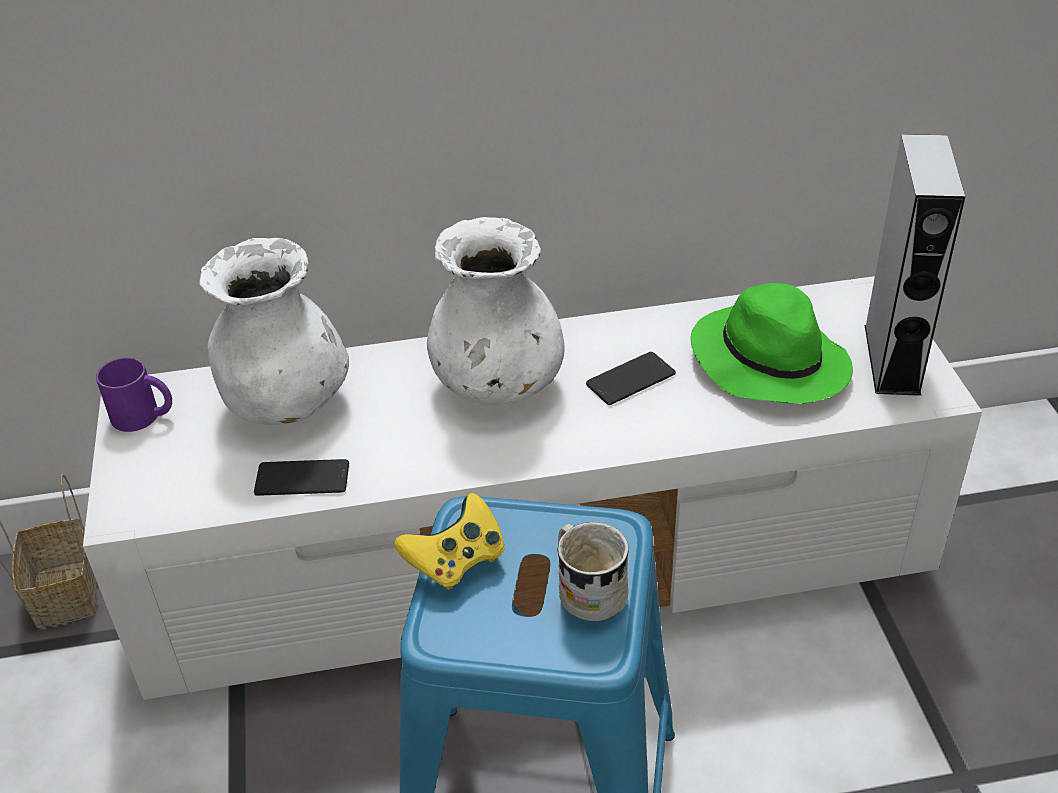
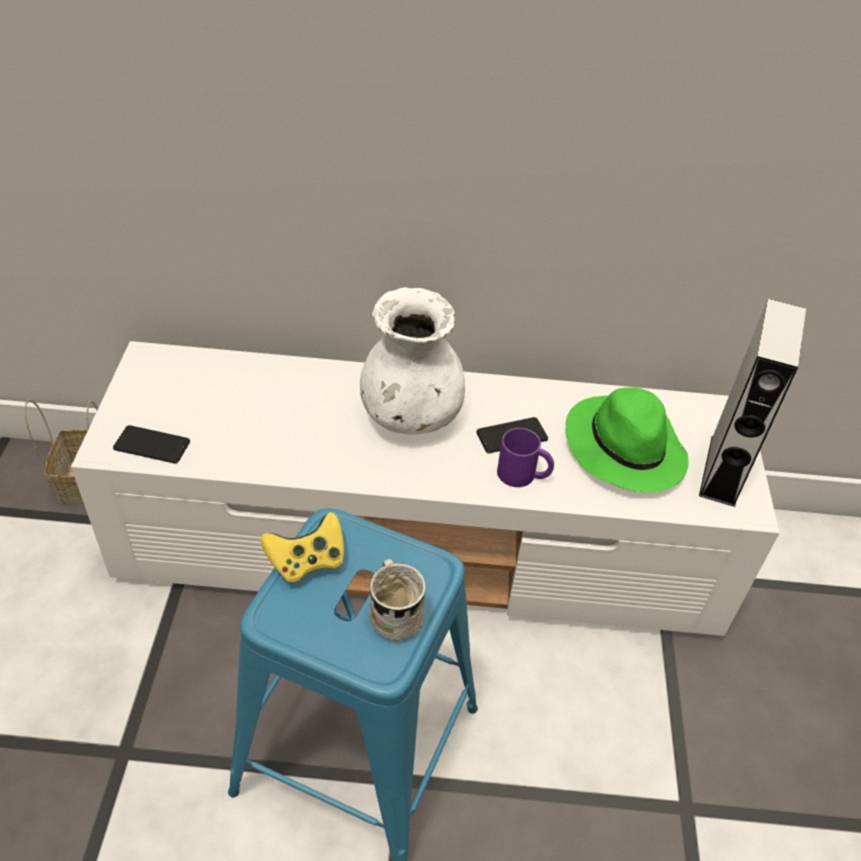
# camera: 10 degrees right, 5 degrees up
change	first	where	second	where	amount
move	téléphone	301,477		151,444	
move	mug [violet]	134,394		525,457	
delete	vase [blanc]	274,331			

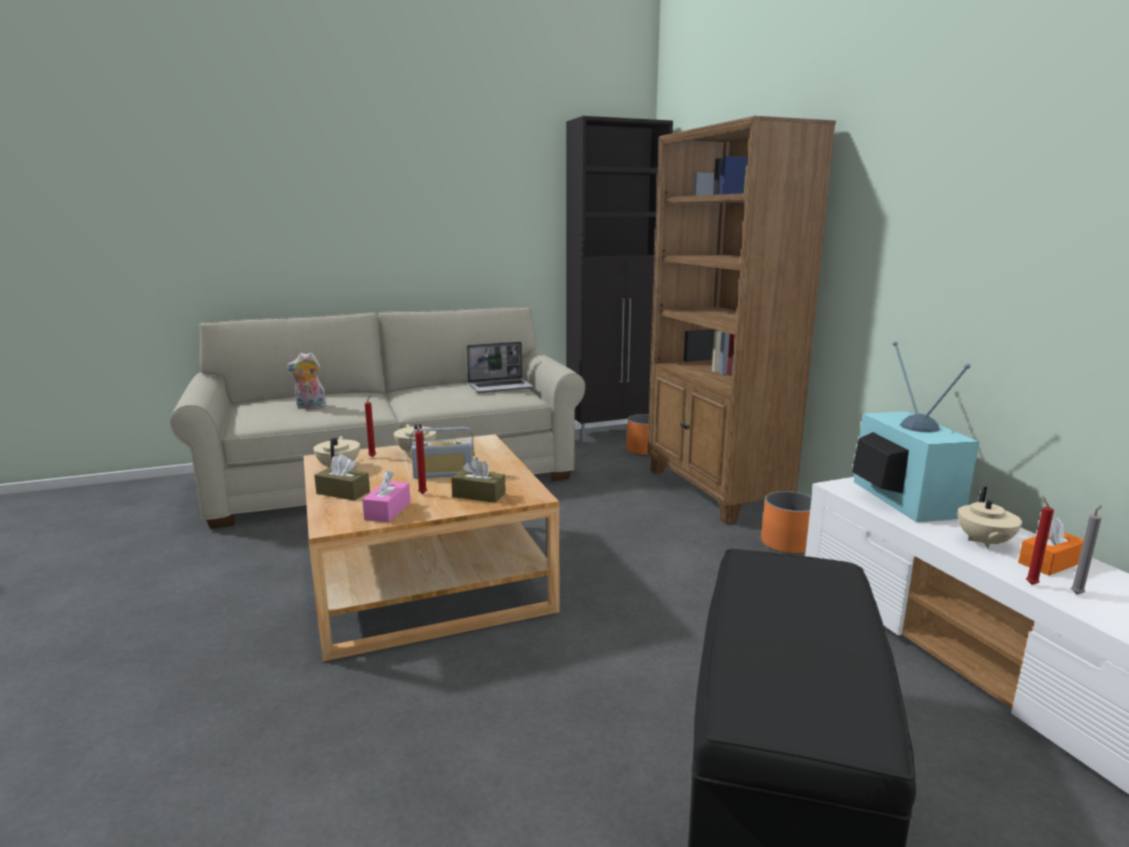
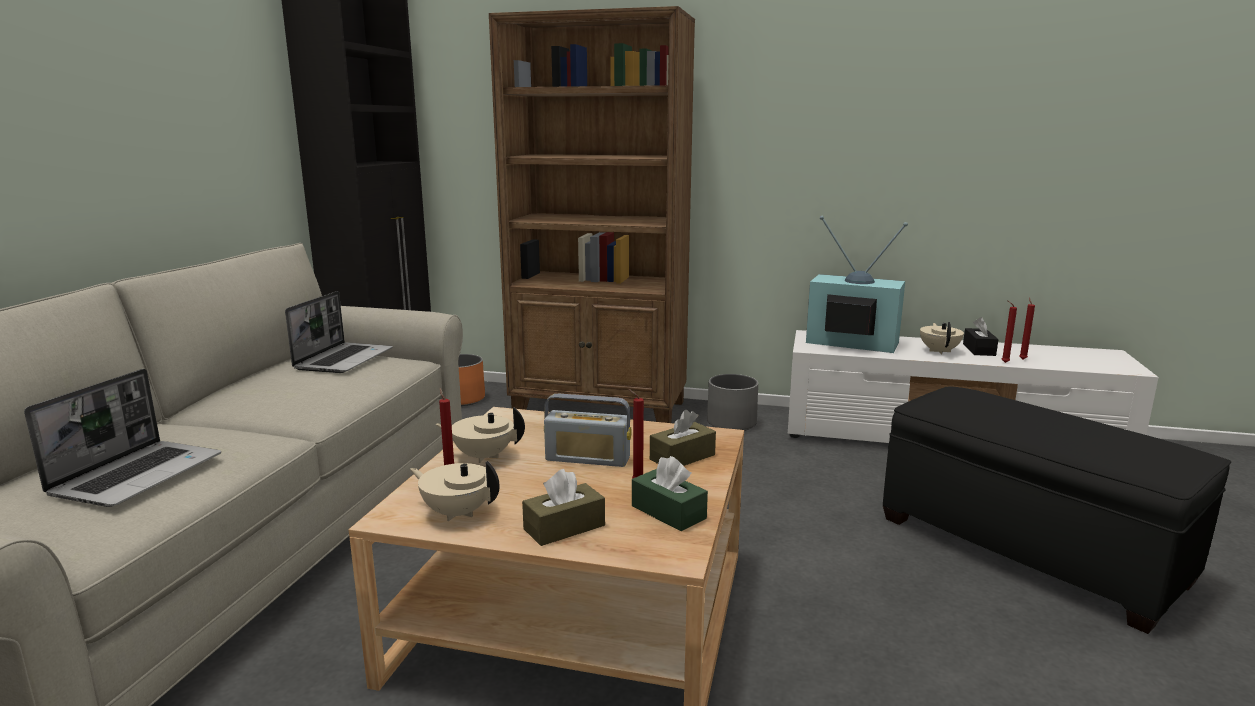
# camera: 55 degrees left, 0 degrees up
change	first	where	second	where	amount
replace	peluche	307,380	ordinateur portable	122,438	
rotate	radio	442,453		588,430	75 degrees clockwise
recolor	boîte à mouchoirs [rose]	386,496	boîte à mouchoirs [vert]	670,493	
recolor	cache-pot [orange]	786,523	cache-pot [gris]	732,402	
rotate	théière [beige]	990,518		942,338	135 degrees counterclockwise
recolor	boîte à mouchoirs [orange]	1051,547	boîte à mouchoirs [noir]	981,336	
recolor	bougie [gris]	1086,549	bougie [rouge]	1027,328	

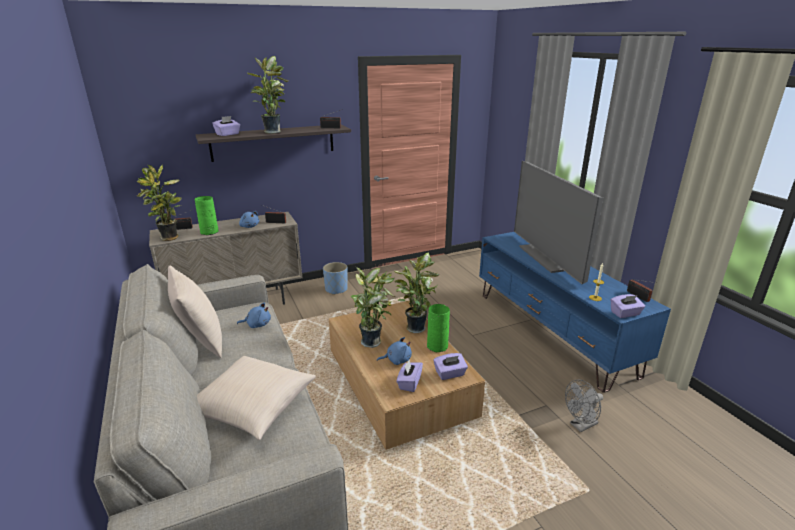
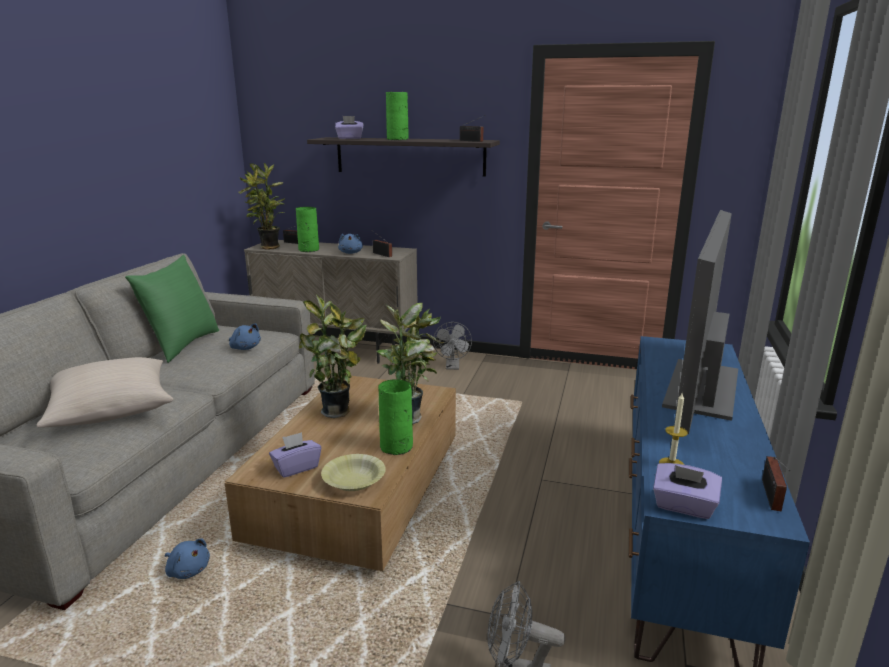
# camera: 40 degrees right, 5 degrees down
change	first	where	second	where	amount
recolor	coussin [beige]	195,311	coussin [vert]	172,309	
move	peluche [bleu]	394,351		187,559	
replace	boîte à mouchoirs [violet]	450,366	bol [jaune]	353,472	
replace	plante en pot	267,95	vase [vert]	397,116	
replace	cache-pot [bleu]	335,278	ventilateur [gris]	452,346	

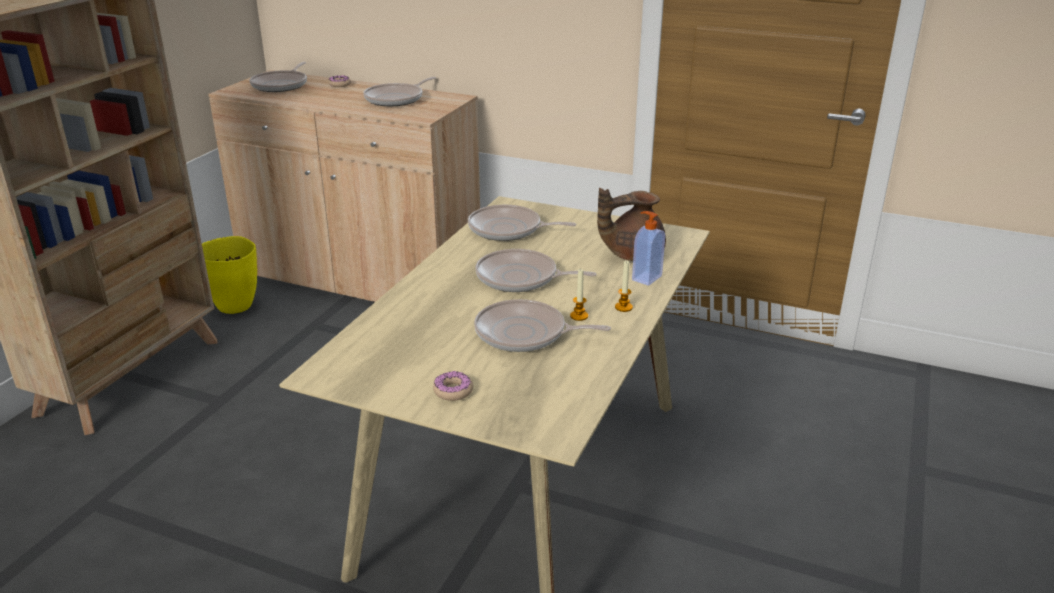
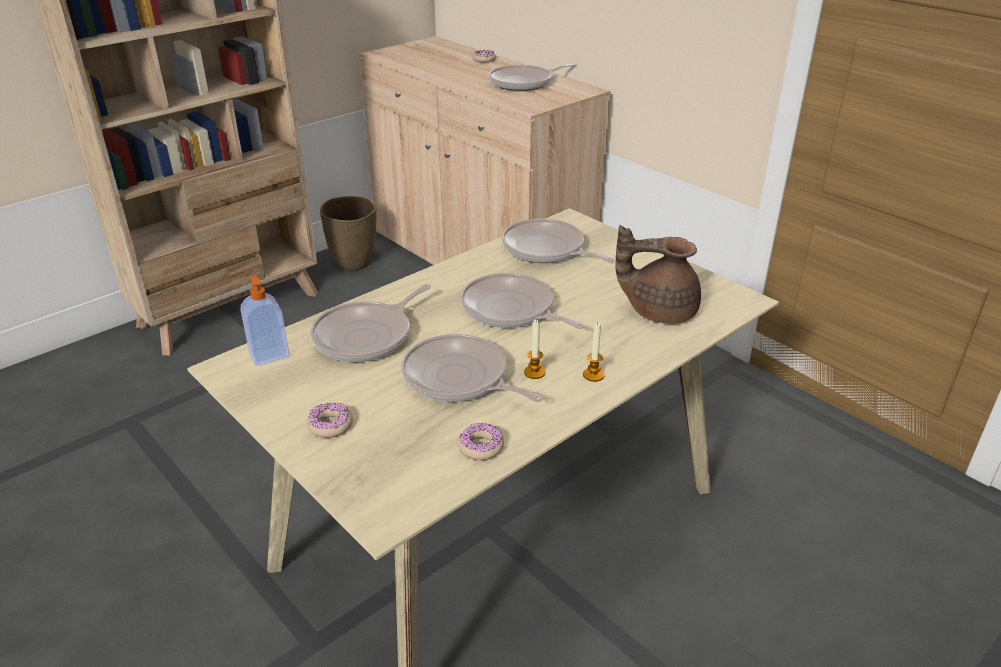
# camera: 25 degrees right, 5 degrees up
change	first	where	second	where	amount
move	distributeur de savon	648,248		264,320	
move	poêle	278,77		371,323	
recolor	vase [jaune]	229,275	vase [marron]	348,233	
insert			beignet	480,441	

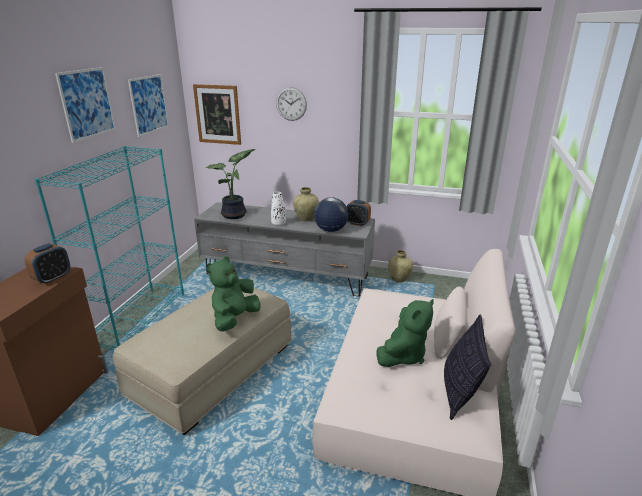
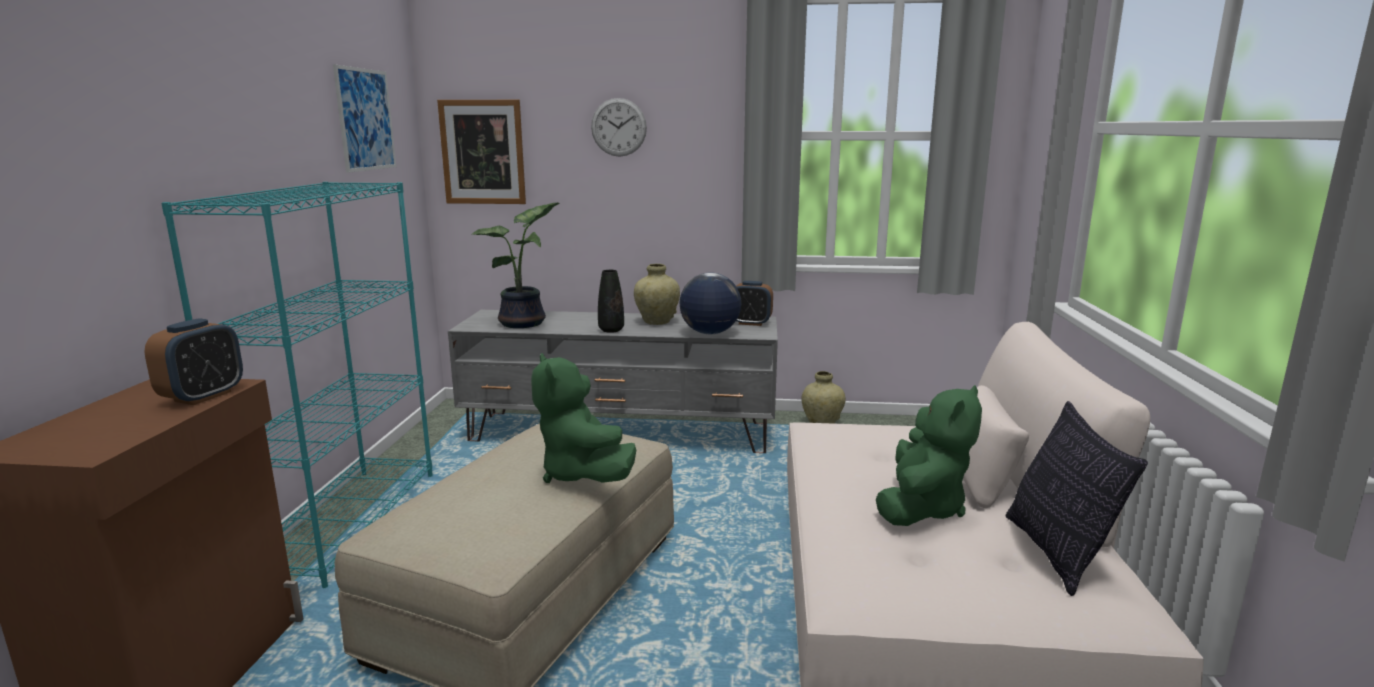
# camera: 10 degrees left, 10 degrees down
change	first	where	second	where	amount
rotate	peluche [vert]	233,294		583,418	45 degrees counterclockwise
recolor	vase [blanc]	278,209	vase [noir]	611,301	
delete	tableau	85,105			

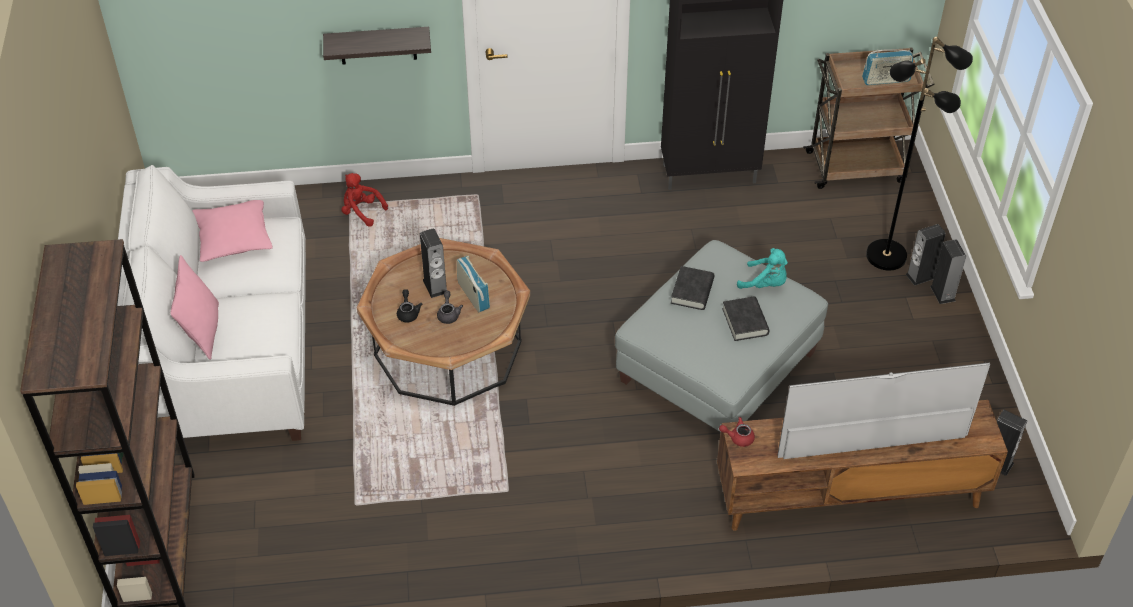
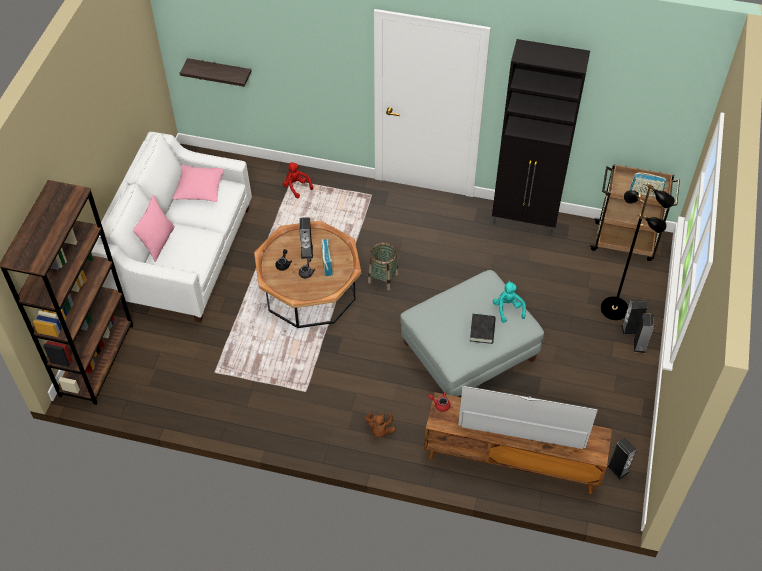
# camera: 20 degrees right, 5 degrees up
change	first	where	second	where	amount
move	étagère	377,46		215,72	
insert			peluche [marron]	380,424	
insert			panier	383,266	
rotate	peluche [turquoise]	762,268		509,302	150 degrees counterclockwise
delete	livre [noir]	692,288			

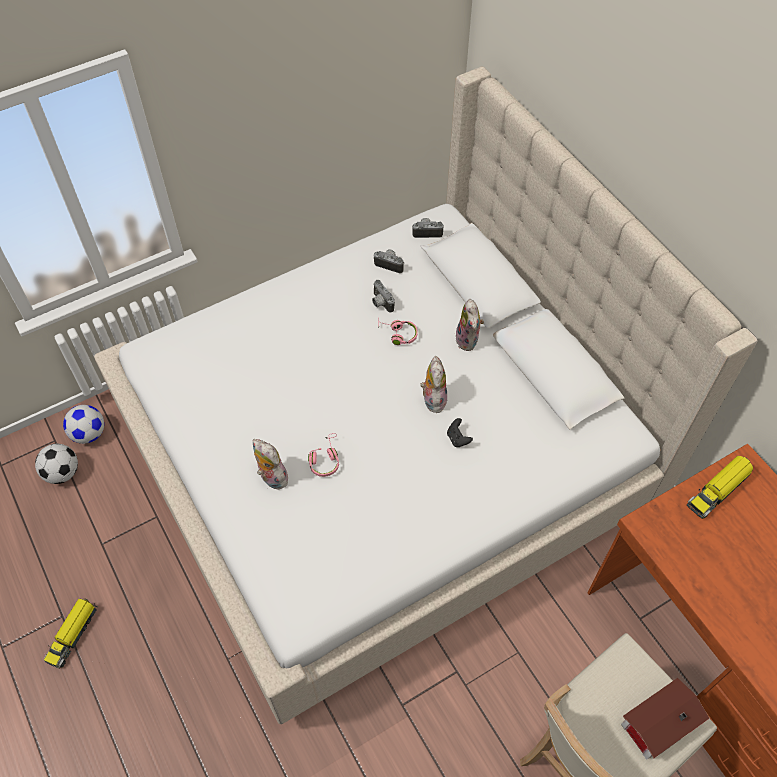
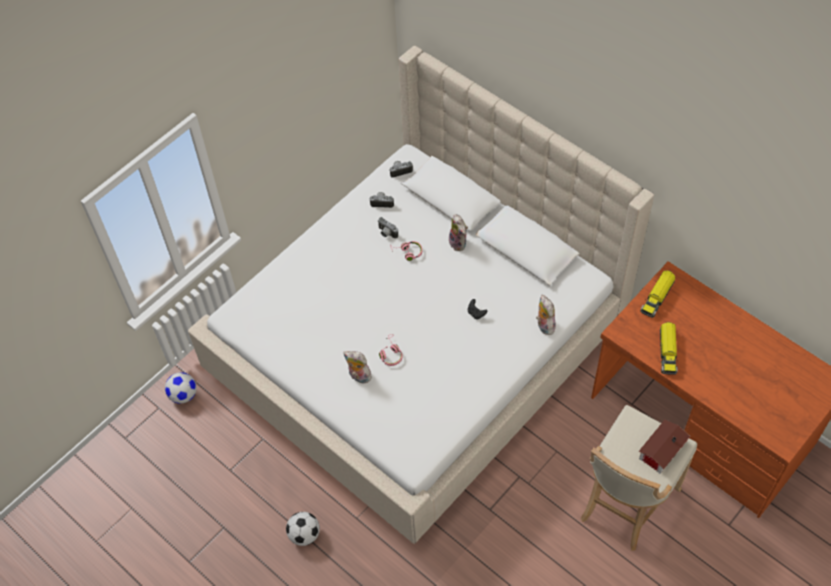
# camera: 15 degrees left, 0 degrees up
change	first	where	second	where	amount
move	ballon de foot	56,464		303,529	
move	peluche	433,384		546,315	
move	camion jouet	70,633		669,348	

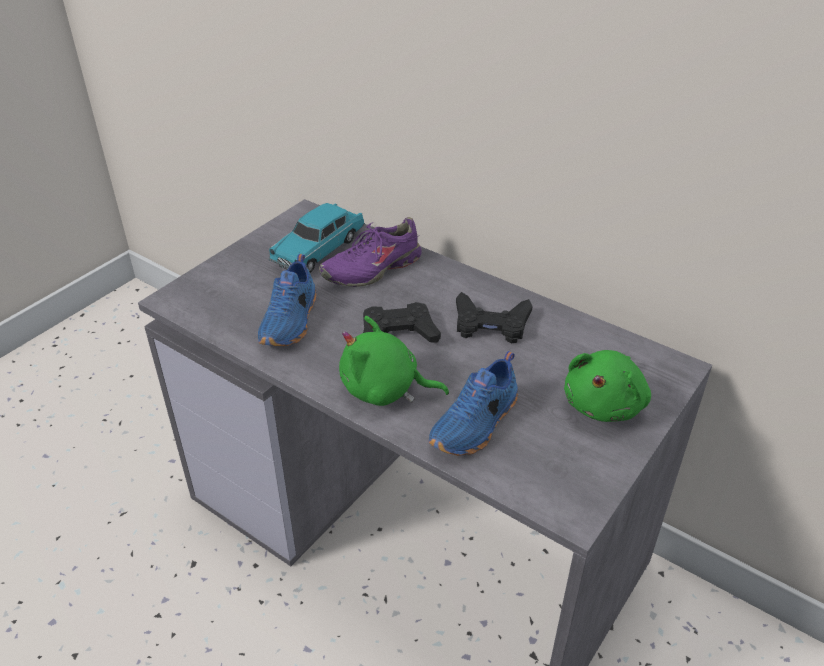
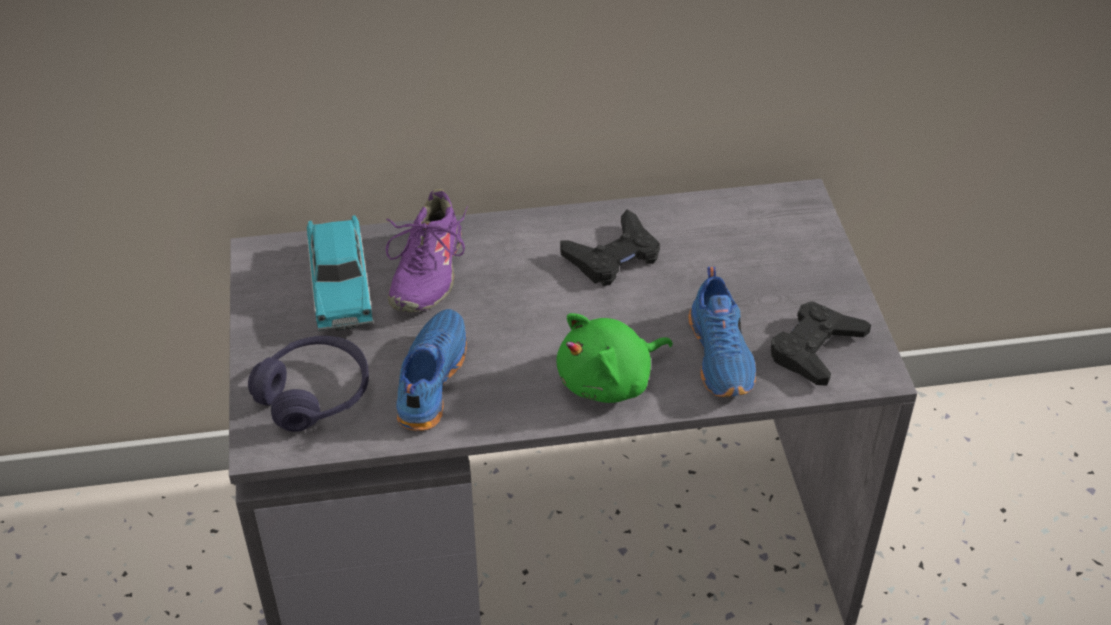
# camera: 45 degrees left, 5 degrees up
change	first	where	second	where	amount
insert			casque audio [violet]	308,384	
rotate	chaussure [bleu]	287,300		431,370	135 degrees counterclockwise
move	manette [noir]	402,322		821,343	
delete	peluche [vert]	607,386			

